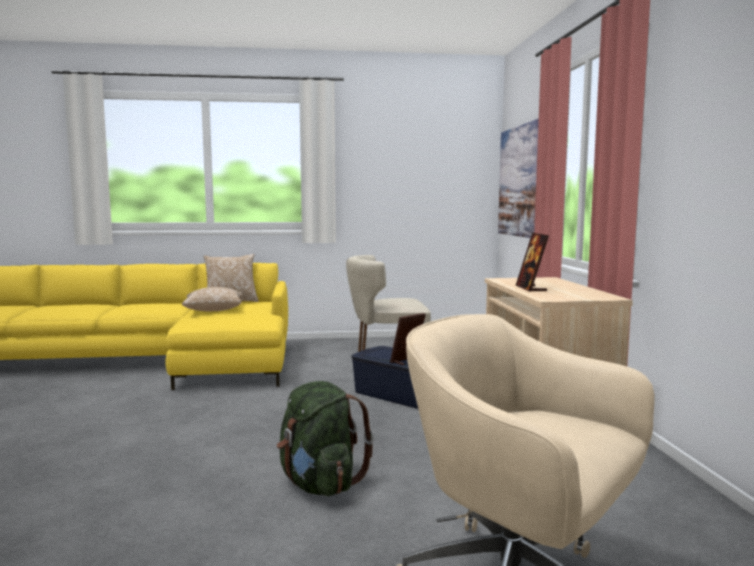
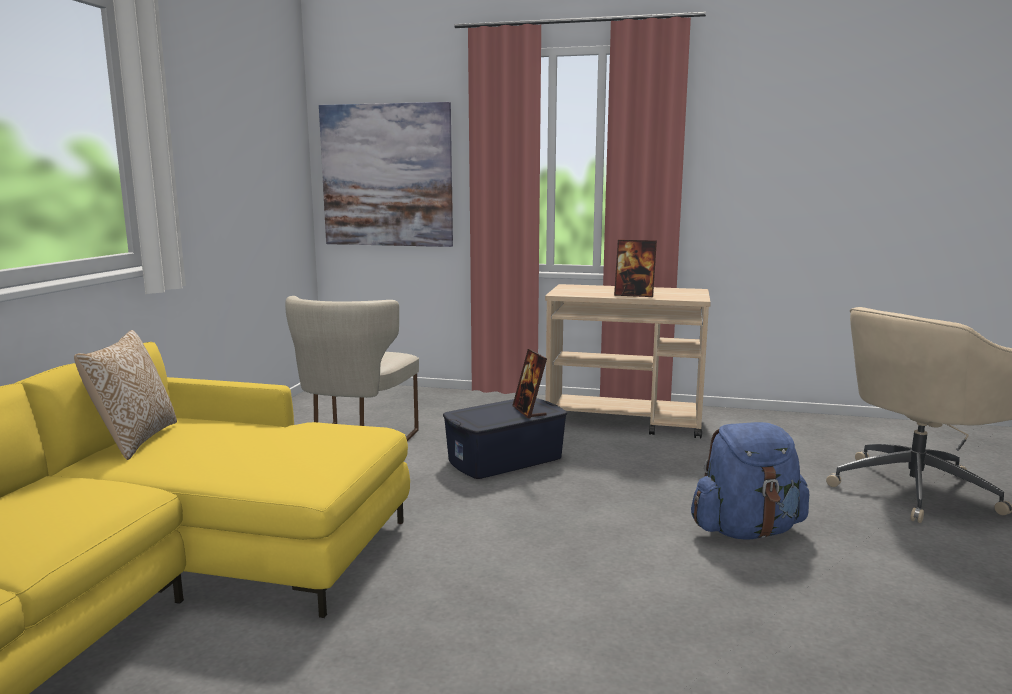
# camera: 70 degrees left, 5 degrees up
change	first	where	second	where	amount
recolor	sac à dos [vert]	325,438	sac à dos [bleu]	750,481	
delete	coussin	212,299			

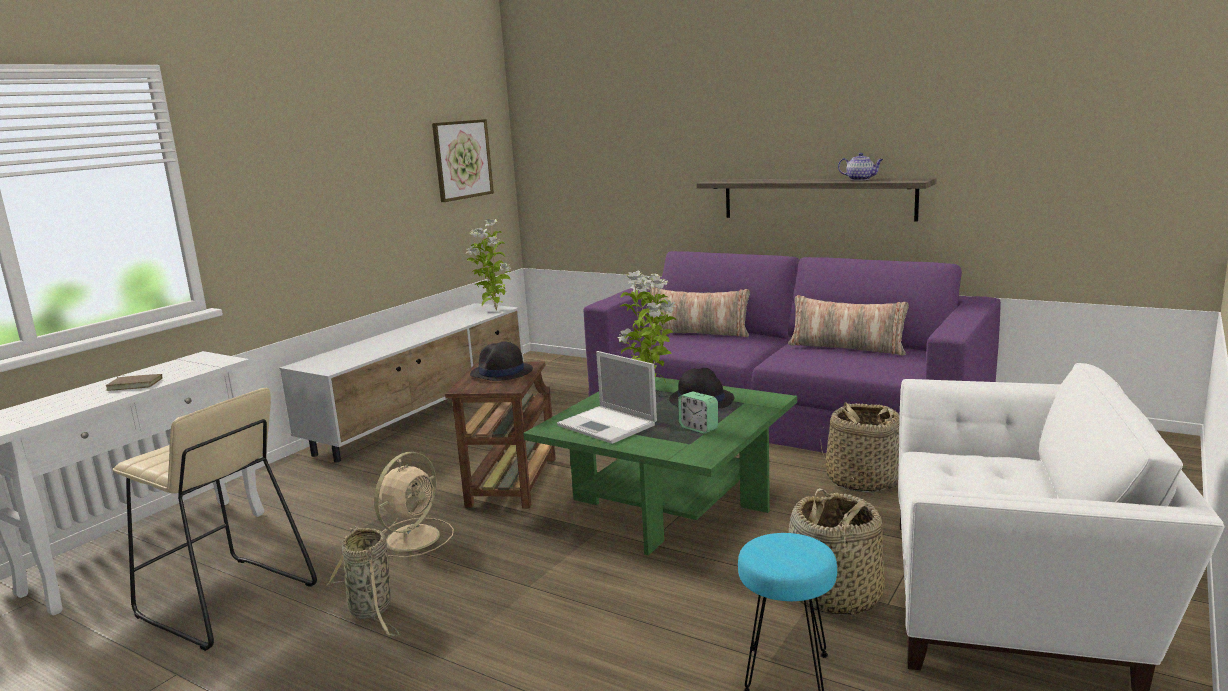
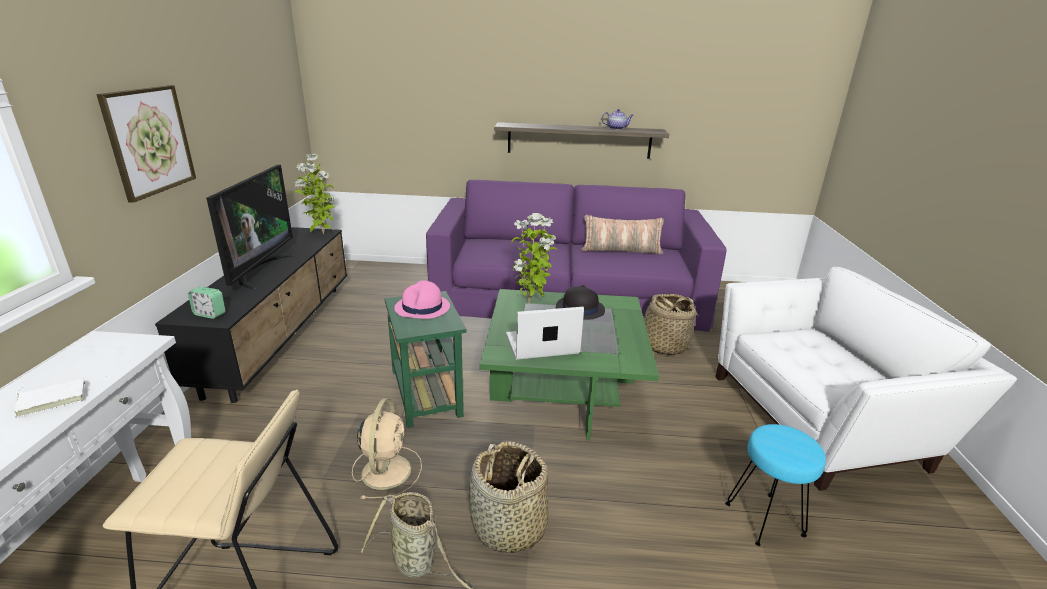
# camera: 30 degrees left, 10 degrees up
change	first	where	second	where	amount
recolor	livre [marron]	134,382	livre [blanc]	49,397	
move	tableau	463,160		146,144	
recolor	meuble télé [blanc]	401,382	meuble télé [noir]	251,315	
move	réveil	698,413		206,302	
insert			téléviseur	250,227	
recolor	table d'appoint [marron]	500,435	table d'appoint [vert]	425,359	
recolor	chapeau [noir]	501,361	chapeau [rose]	422,299	
move	panier	837,551		508,497	
rotate	ordinateur portable	607,397		545,333	150 degrees clockwise
delete	coussin	699,312			

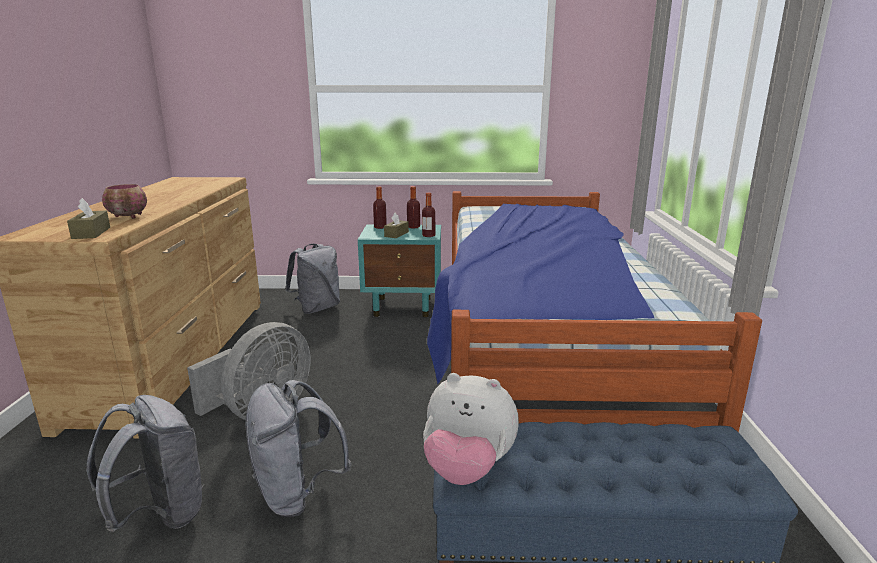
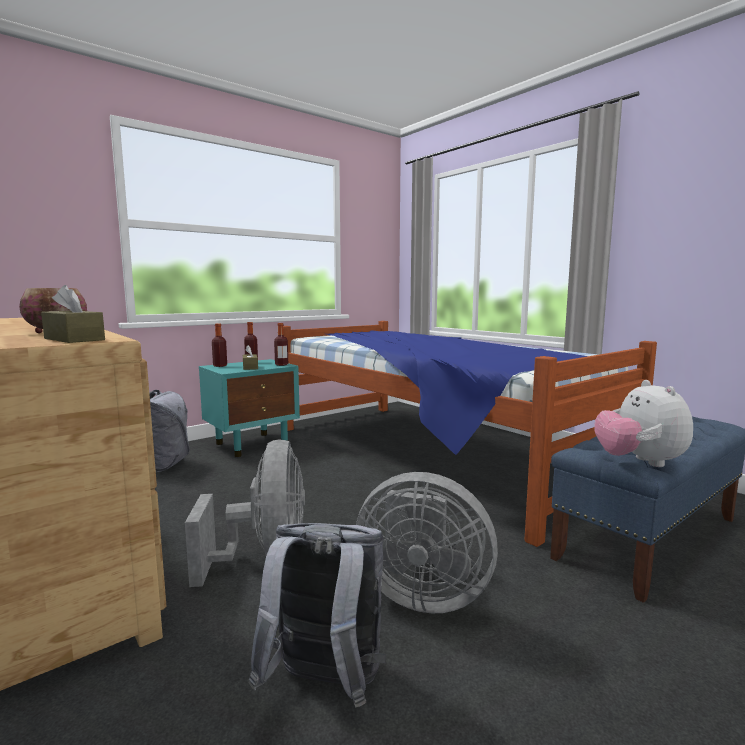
# camera: 40 degrees left, 10 degrees down
change	first	where	second	where	amount
replace	sac à dos [gris]	298,448	ventilateur [gris]	427,542	
rotate	peluche	471,429		643,423	105 degrees clockwise

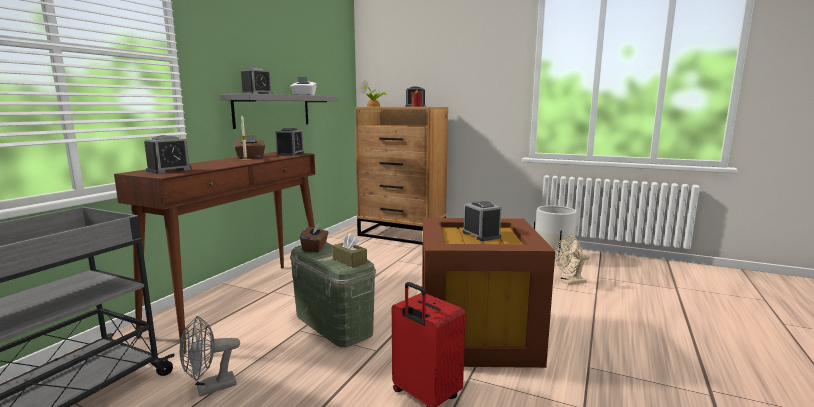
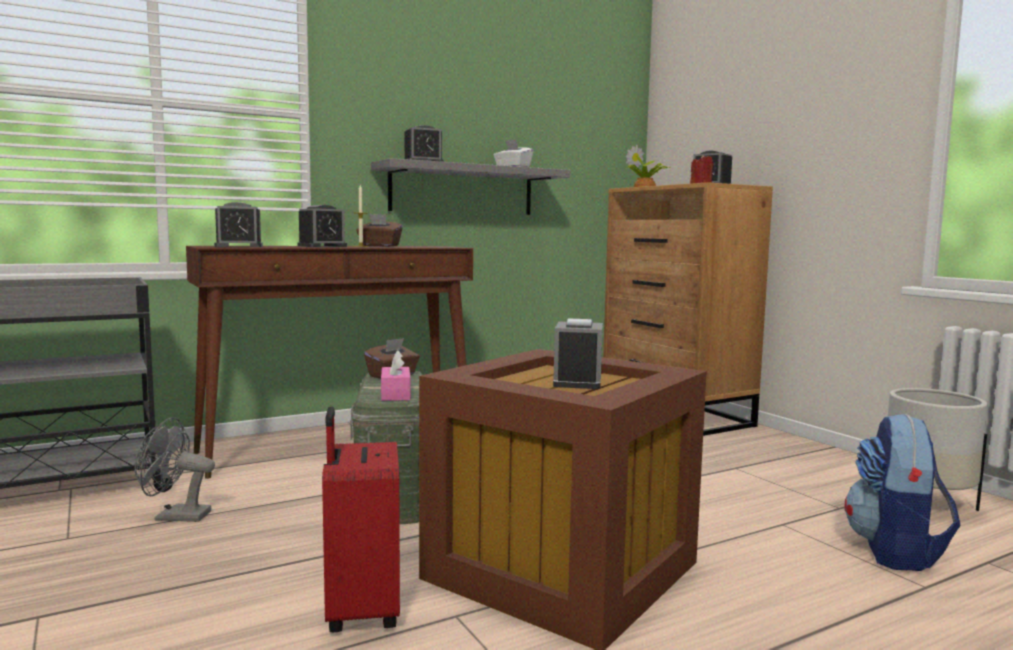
# camera: 35 degrees right, 5 degrees down
change	first	where	second	where	amount
move	réveil	289,142		322,226	
recolor	boîte à mouchoirs [marron]	349,250	boîte à mouchoirs [rose]	396,375	
replace	ventilateur [beige]	572,260	sac à dos	903,492	

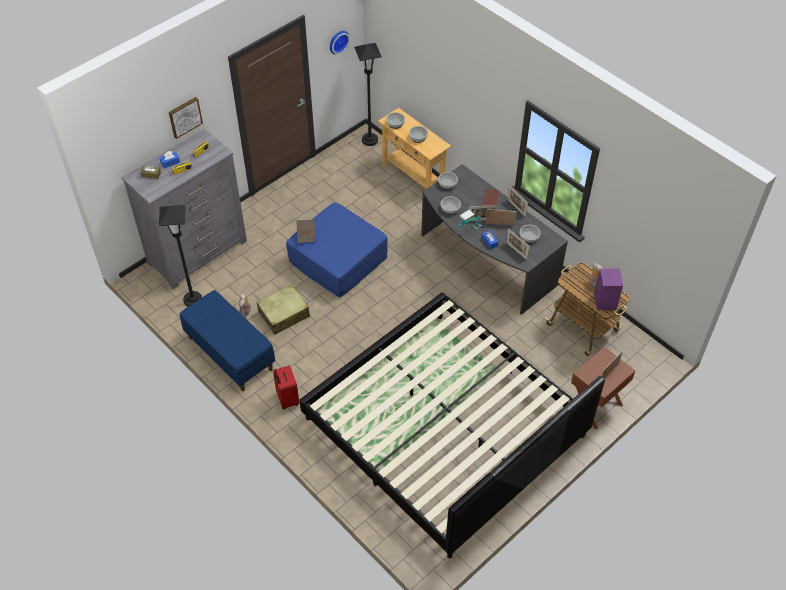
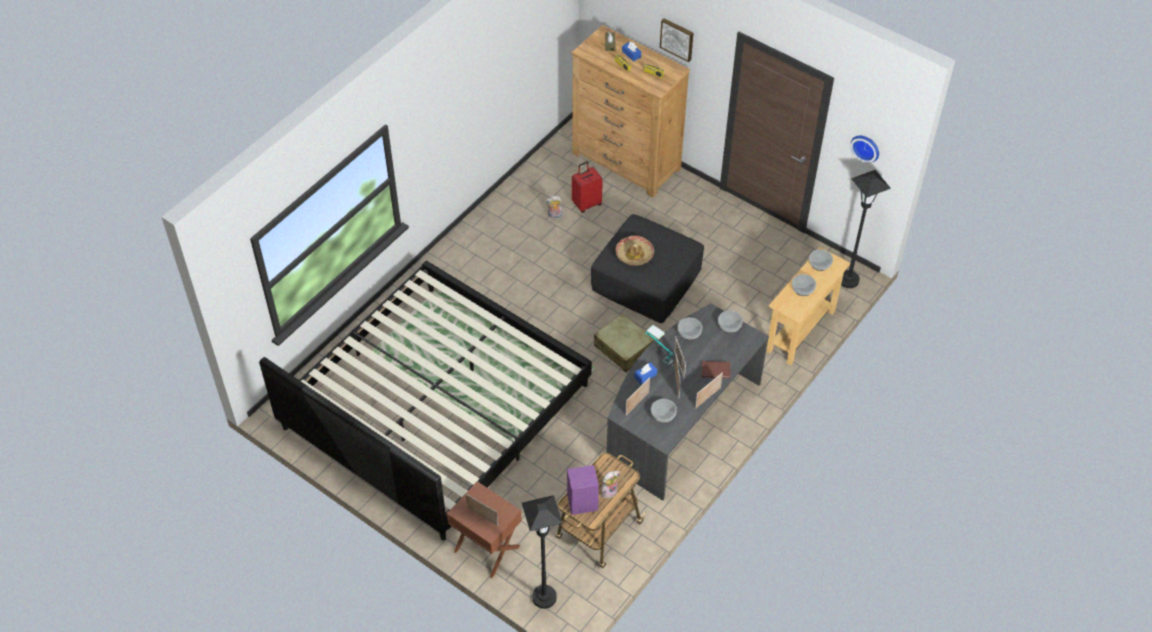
# camera: 80 degrees right, 0 degrees up
change	first	where	second	where	amount
move	lampadaire [noir]	180,256		542,552	
recolor	commode [gris]	184,209	commode [marron]	631,111	
move	valise [rouge]	286,387		587,187	
recolor	pouf [bleu]	337,249	pouf [noir]	647,268	
move	valise [beige]	283,309		624,342	
insert			chapeau	635,251	
delete	banc [bleu]	227,340			
delete	livre [marron]	306,231			

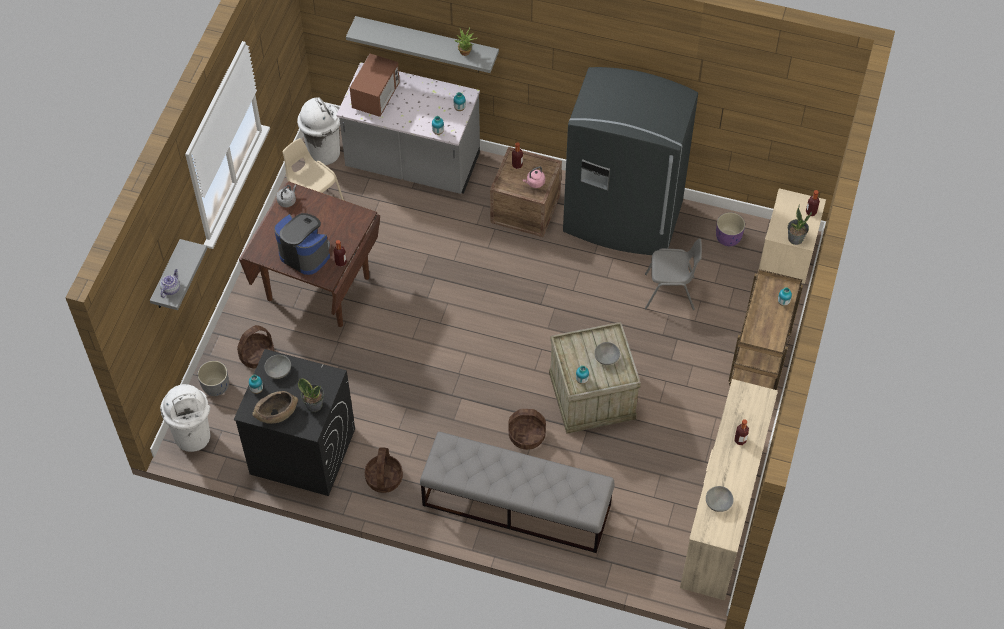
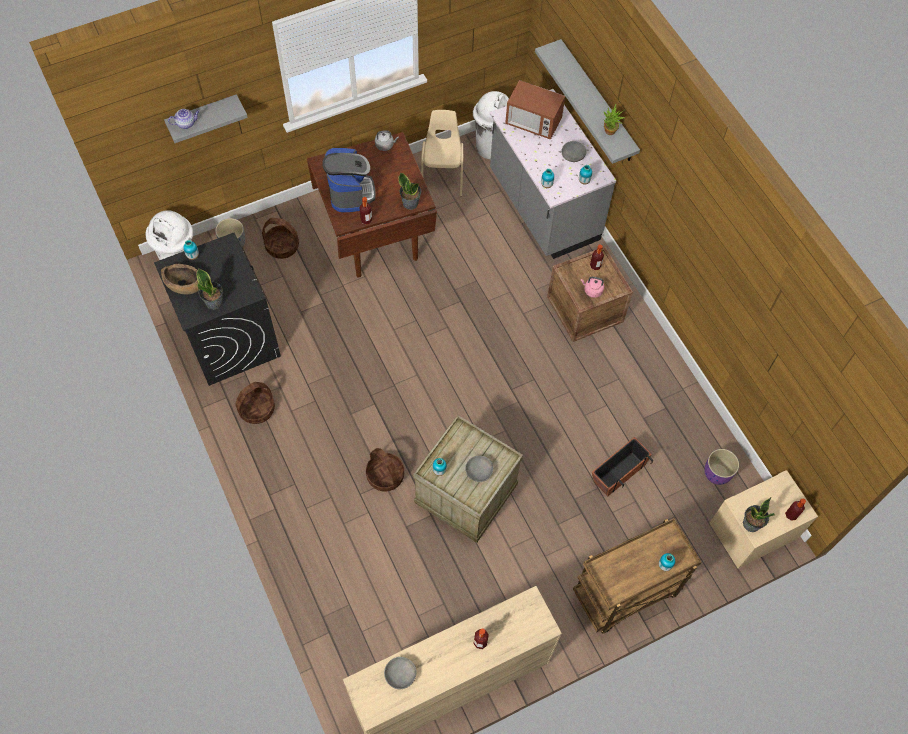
# camera: 45 degrees right, 5 degrees up
change	first	where	second	where	amount
insert			plante en pot	409,191	
rotate	micro-ondes	375,85		535,110	45 degrees clockwise
move	bol [gris]	277,367		574,151	
replace	chaise [gris]	673,274	cache-pot	622,466	
delete	banc [gris]	517,492			
delete	réfrigérateur [gris]	630,161			

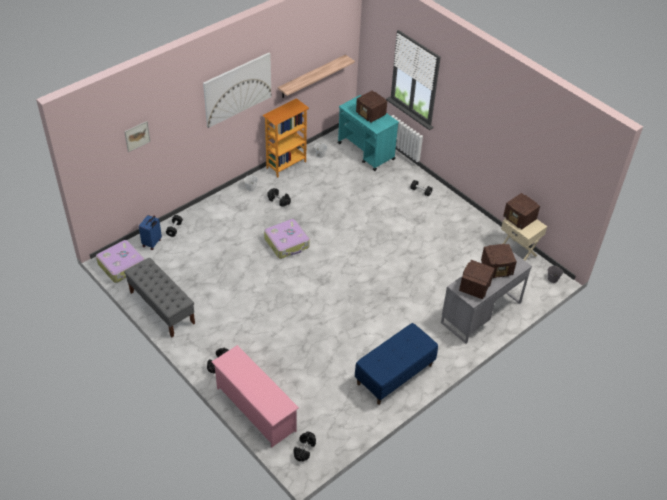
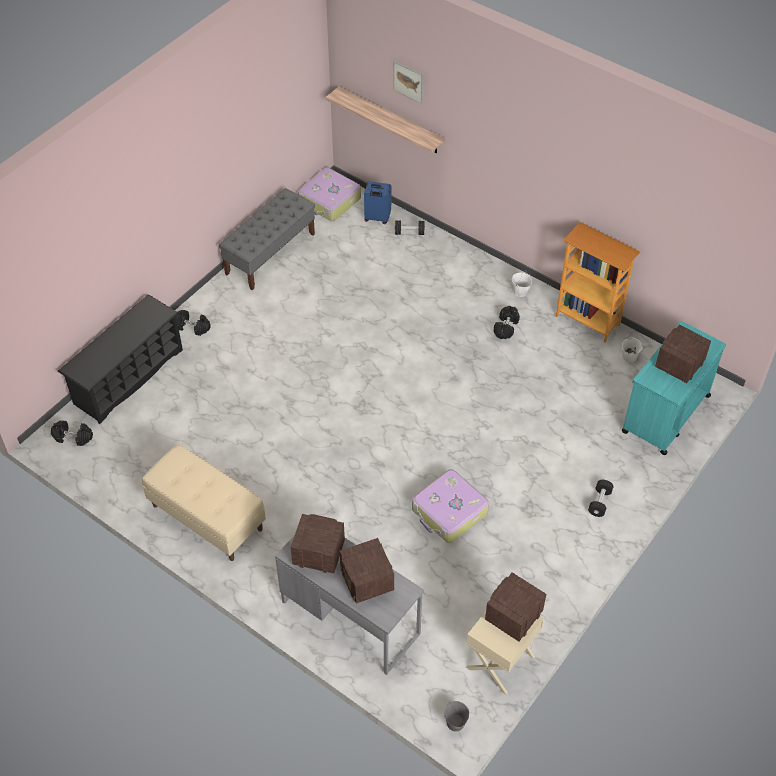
# camera: 80 degrees right, 5 degrees up
change	first	where	second	where	amount
recolor	étagère à chaussures [rose]	255,396	étagère à chaussures [noir]	120,359	
recolor	banc [bleu]	396,364	banc [beige]	204,502	
move	étagère	316,76		385,120	
move	valise	287,239		450,506	
delete	tableau	237,90			

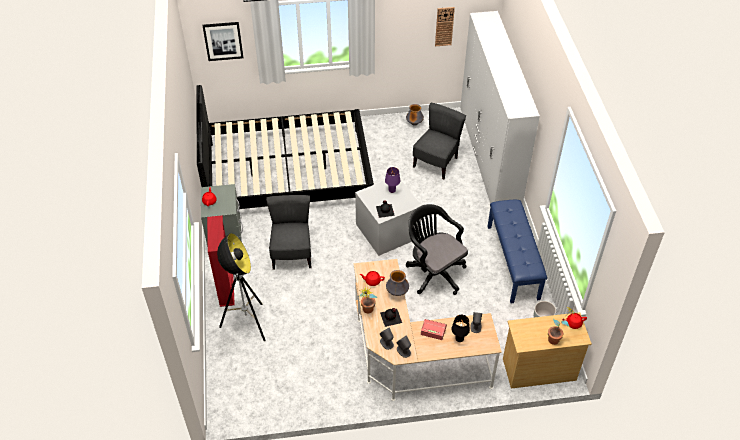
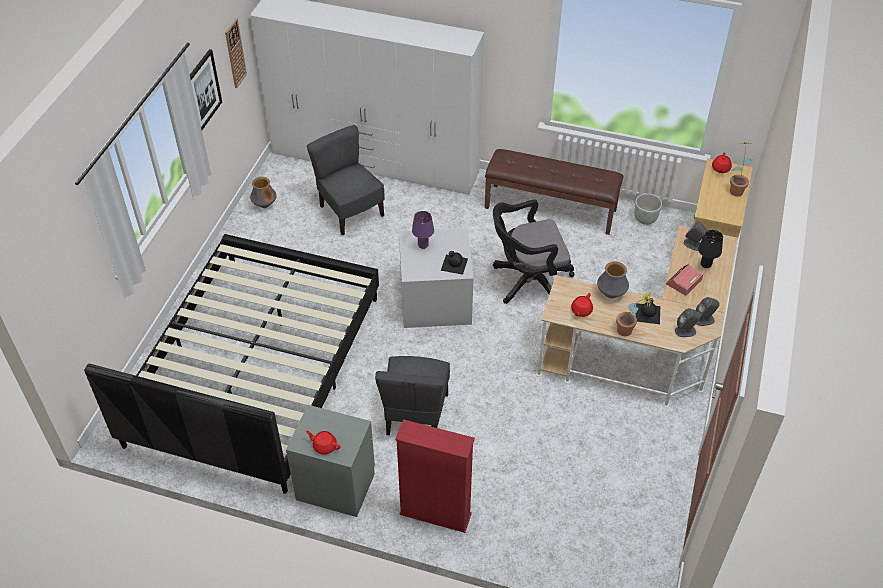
# camera: 65 degrees left, 0 degrees up
change	first	where	second	where	amount
move	tableau	223,41		206,89	
rotate	chaise [gris]	288,232		412,395	105 degrees counterclockwise
recolor	banc [bleu]	517,251	banc [marron]	554,192	
delete	lampadaire	241,287			

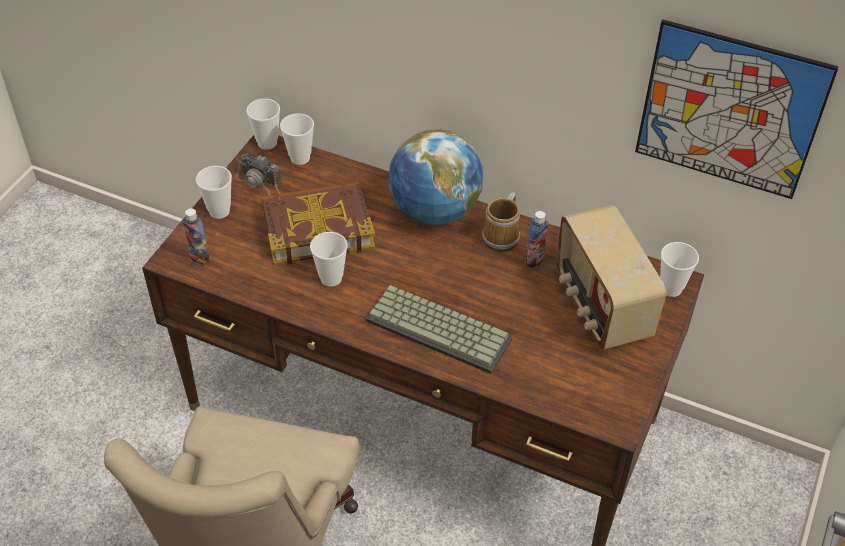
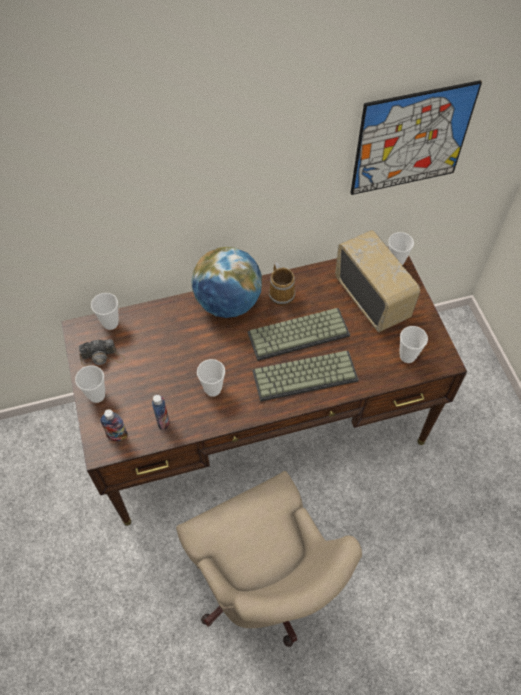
# camera: 40 degrees left, 10 degrees up
change	first	where	second	where	amount
move	bouteille	537,239		160,412	
insert			clavier	299,334	
rotate	radio	611,277		377,281	150 degrees counterclockwise
move	tasse	263,124		413,344	
delete	livre	318,223			

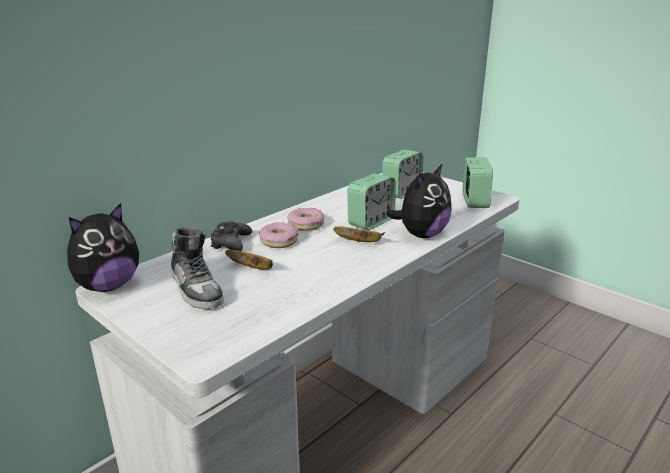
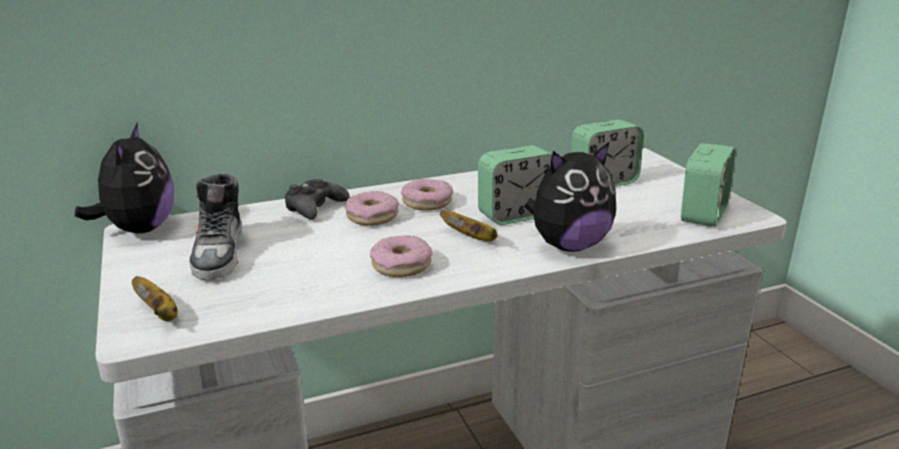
# camera: 25 degrees right, 0 degrees up
change	first	where	second	where	amount
rotate	peluche	103,247		124,178	75 degrees counterclockwise
move	banane	249,260		155,299	
insert			beignet	401,256	

